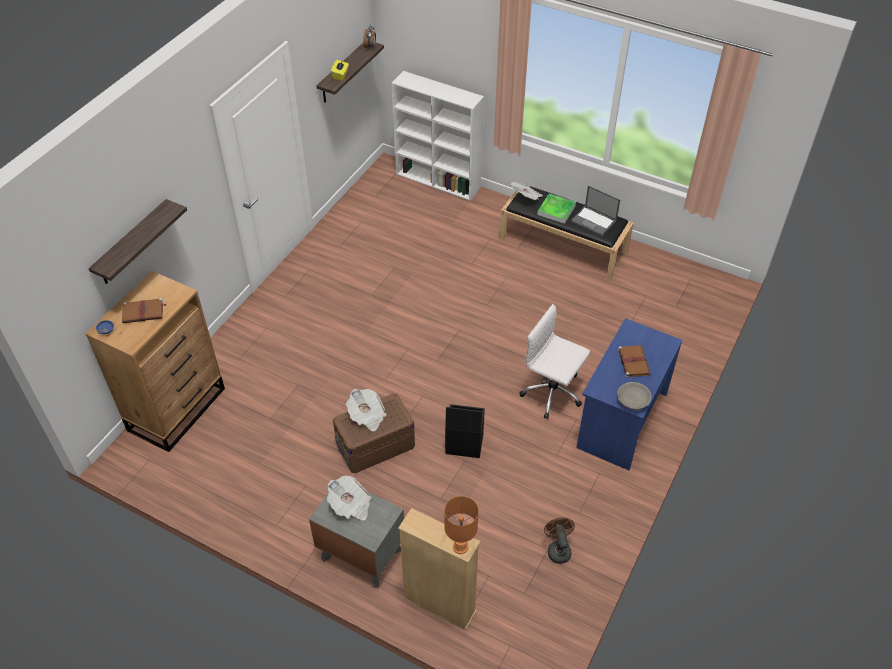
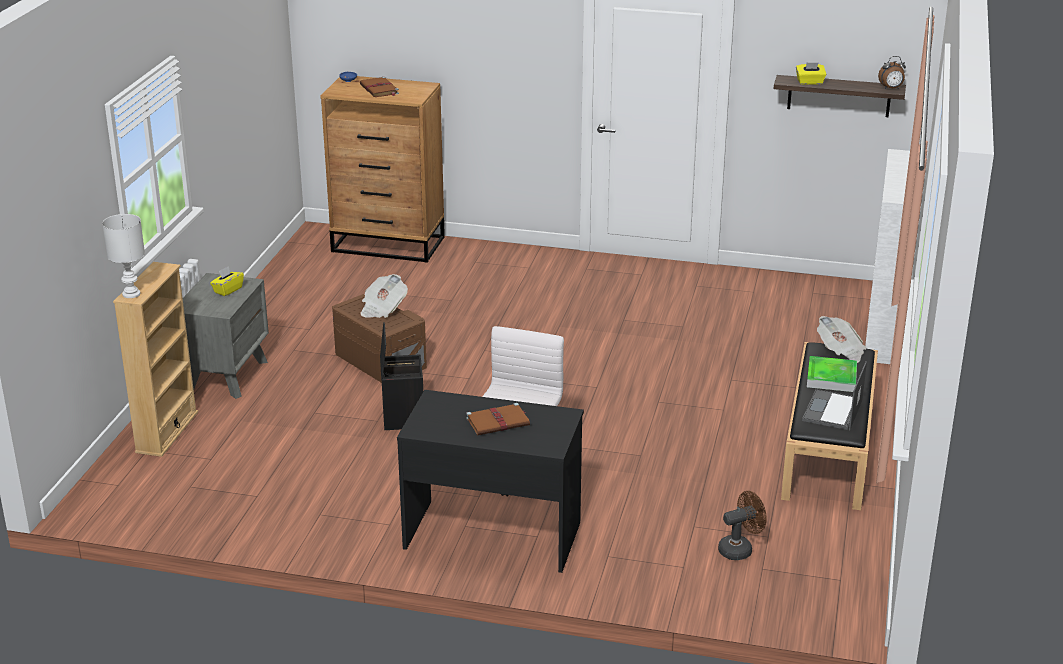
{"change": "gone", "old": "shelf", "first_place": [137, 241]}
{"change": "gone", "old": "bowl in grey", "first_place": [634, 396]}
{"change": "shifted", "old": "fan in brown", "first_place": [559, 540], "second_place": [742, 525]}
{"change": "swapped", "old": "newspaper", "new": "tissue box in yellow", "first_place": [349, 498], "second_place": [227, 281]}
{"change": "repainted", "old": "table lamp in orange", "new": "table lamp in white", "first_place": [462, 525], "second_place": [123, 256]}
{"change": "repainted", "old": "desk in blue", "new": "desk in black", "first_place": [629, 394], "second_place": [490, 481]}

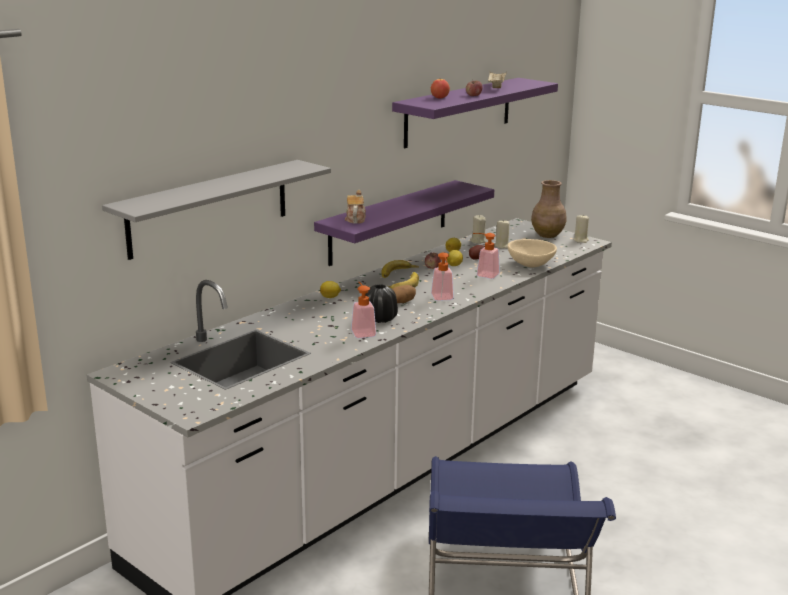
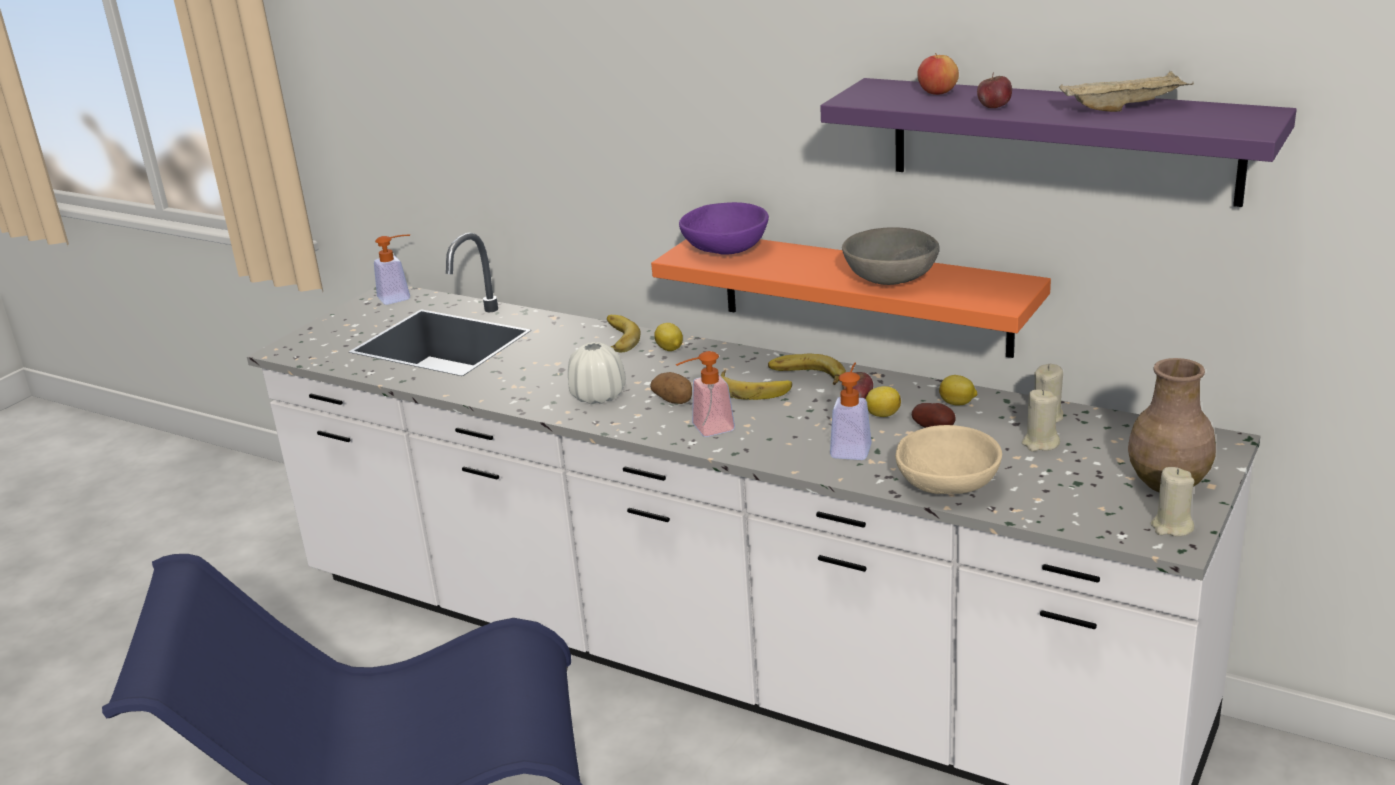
{"change": "gone", "old": "shelf in grey", "first_place": [216, 210]}
{"change": "new", "new": "banana", "second_place": [623, 334]}
{"change": "new", "new": "bowl in grey", "second_place": [891, 256]}
{"change": "shifted", "old": "soap dispenser", "first_place": [363, 310], "second_place": [392, 270]}
{"change": "swapped", "old": "teapot", "new": "bowl in purple", "first_place": [355, 207], "second_place": [724, 228]}
{"change": "repainted", "old": "shelf in purple", "new": "shelf in orange", "first_place": [404, 223], "second_place": [851, 298]}
{"change": "repainted", "old": "vase in black", "new": "vase in white", "first_place": [382, 303], "second_place": [597, 373]}

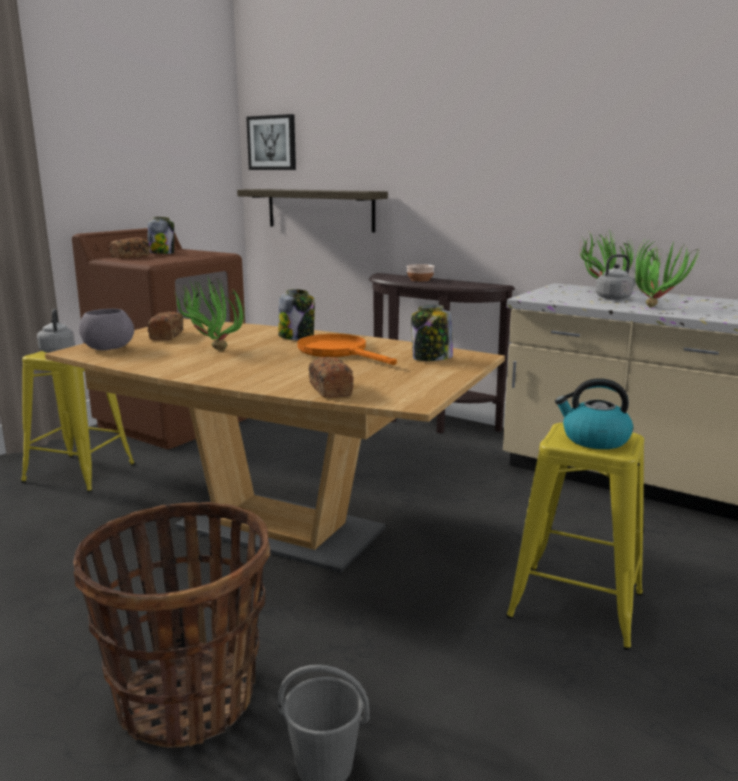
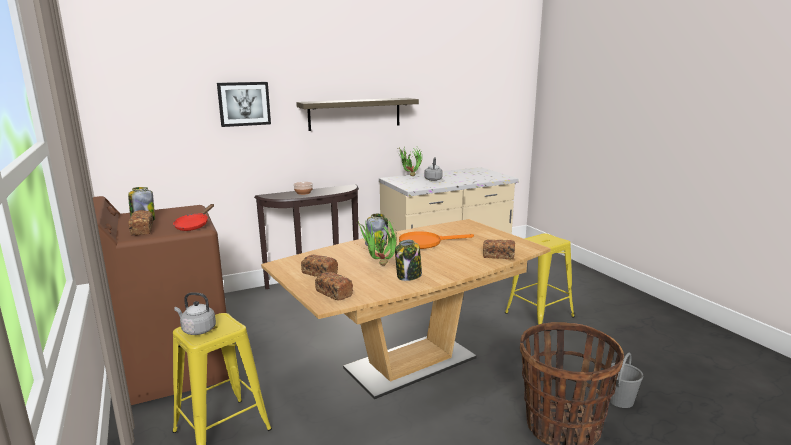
{"change": "gone", "old": "kettle", "first_place": [594, 413]}
{"change": "gone", "old": "potted plant", "first_place": [667, 272]}
{"change": "new", "new": "frying pan in red", "second_place": [193, 217]}
{"change": "shifted", "old": "shelf", "first_place": [312, 210], "second_place": [357, 114]}
{"change": "shifted", "old": "picture", "first_place": [271, 142], "second_place": [244, 104]}
{"change": "shifted", "old": "jar", "first_place": [432, 333], "second_place": [408, 260]}
{"change": "swapped", "old": "bowl in grey", "new": "bread", "first_place": [106, 329], "second_place": [334, 286]}

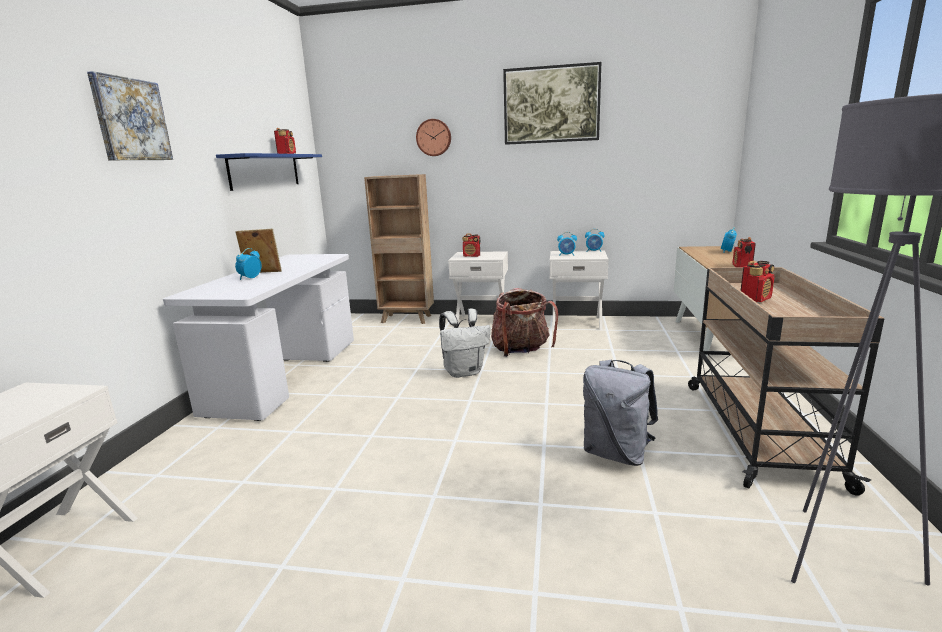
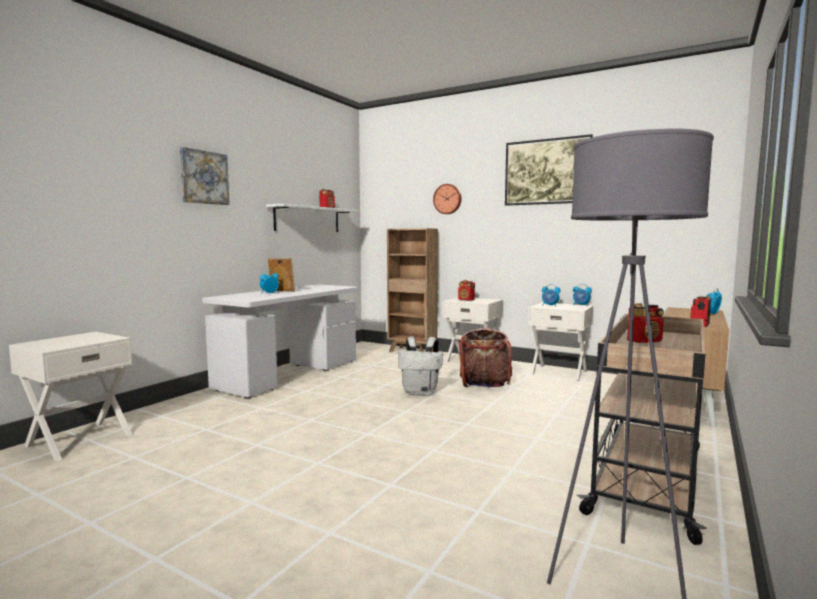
{"change": "gone", "old": "backpack in grey", "first_place": [620, 413]}
{"change": "repainted", "old": "shelf in blue", "new": "shelf in white", "first_place": [269, 172], "second_place": [312, 218]}

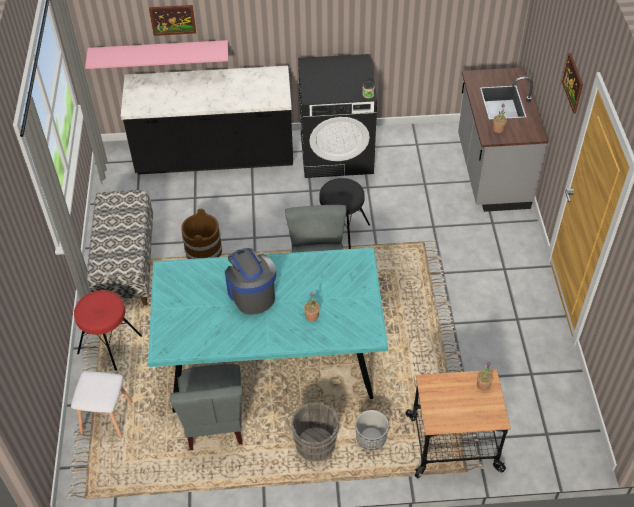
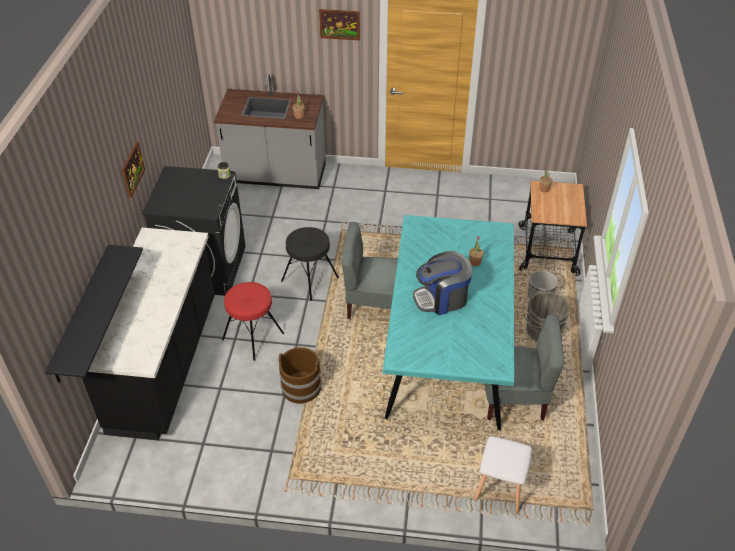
{"change": "gone", "old": "bench", "first_place": [120, 248]}
{"change": "shifted", "old": "stool in red", "first_place": [108, 330], "second_place": [253, 321]}
{"change": "shifted", "old": "picture", "first_place": [172, 20], "second_place": [133, 170]}
{"change": "repainted", "old": "shelf in pink", "new": "shelf in black", "first_place": [156, 54], "second_place": [94, 314]}

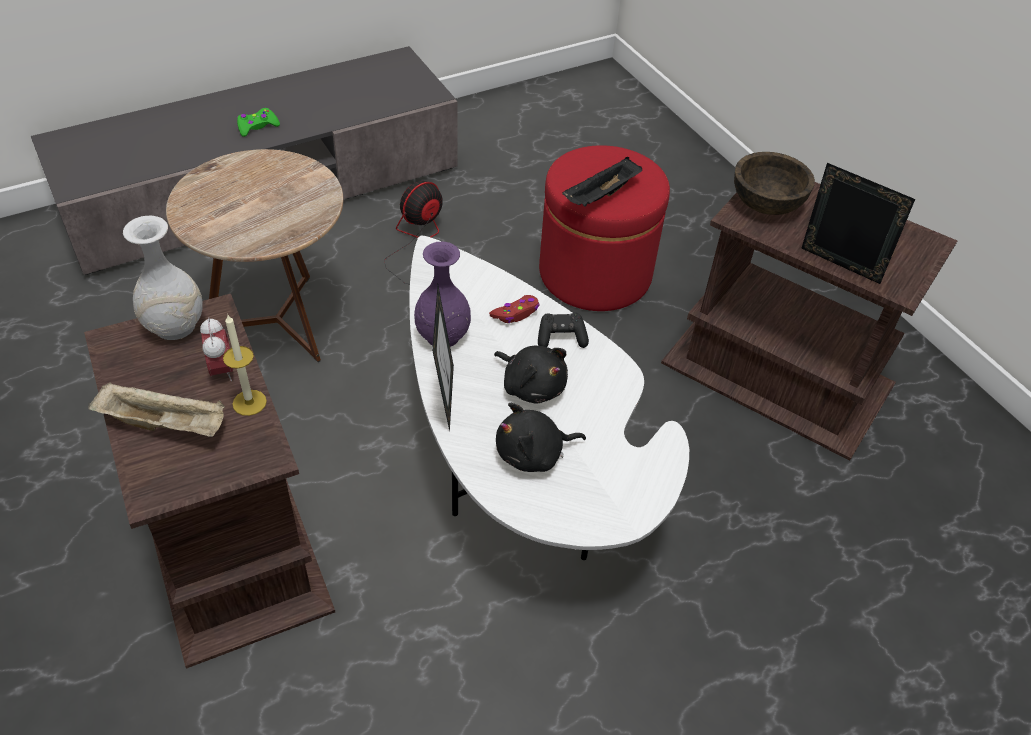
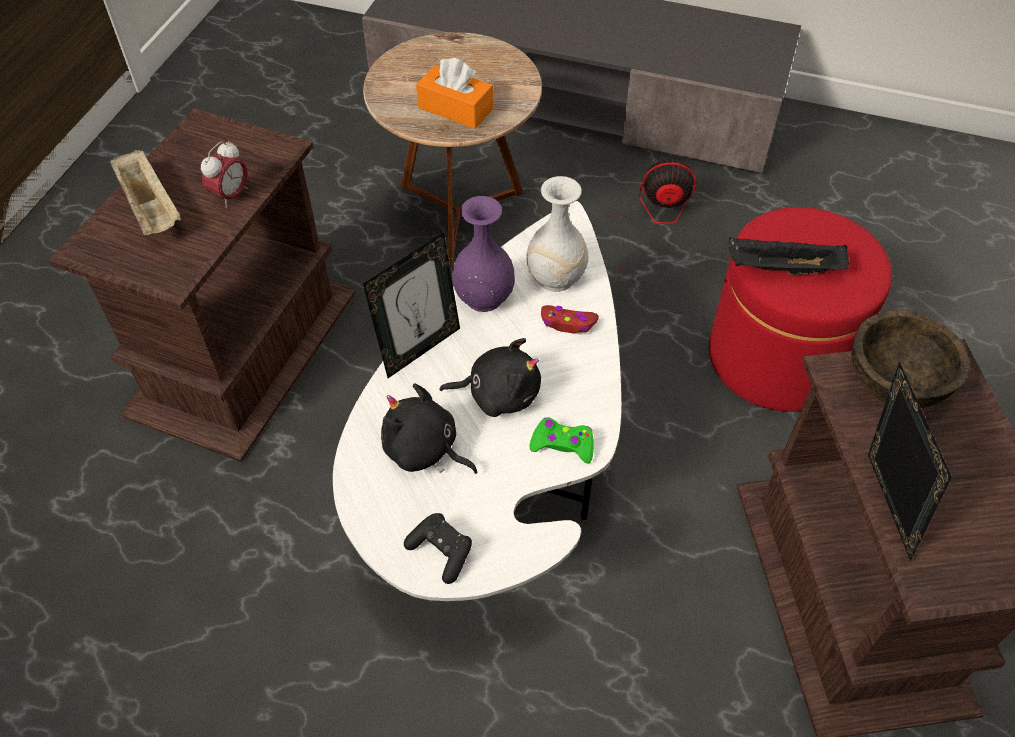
{"change": "gone", "old": "candle", "first_place": [245, 365]}
{"change": "new", "new": "tissue box in orange", "second_place": [454, 93]}
{"change": "shifted", "old": "vase in white", "first_place": [163, 277], "second_place": [557, 234]}
{"change": "shifted", "old": "game controller in green", "first_place": [258, 122], "second_place": [561, 440]}
{"change": "shifted", "old": "game controller in black", "first_place": [563, 330], "second_place": [438, 548]}
{"change": "rotated", "old": "plush toy in black", "first_place": [531, 375], "second_place": [490, 377], "degrees": -90}

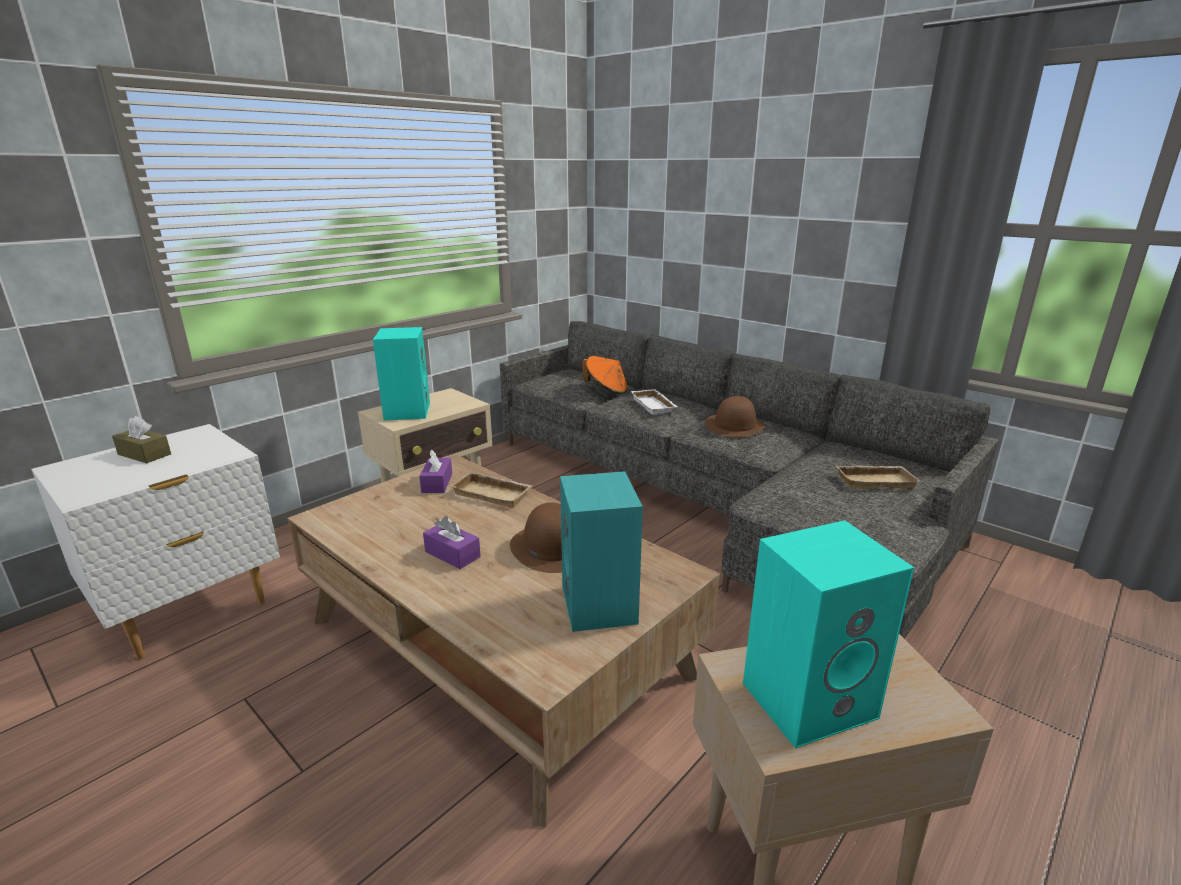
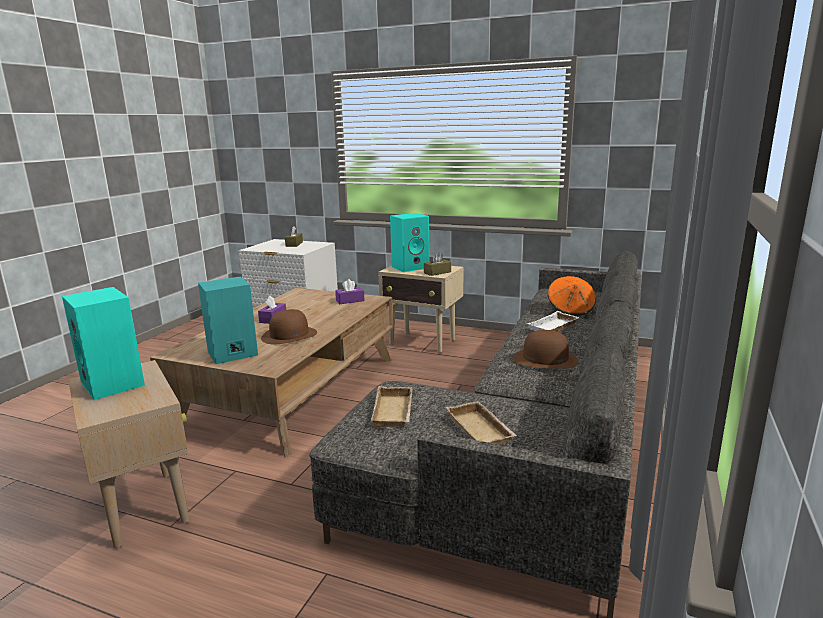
{"change": "new", "new": "tissue box in brown", "second_place": [437, 264]}
{"change": "shifted", "old": "tray in beige", "first_place": [491, 489], "second_place": [392, 407]}

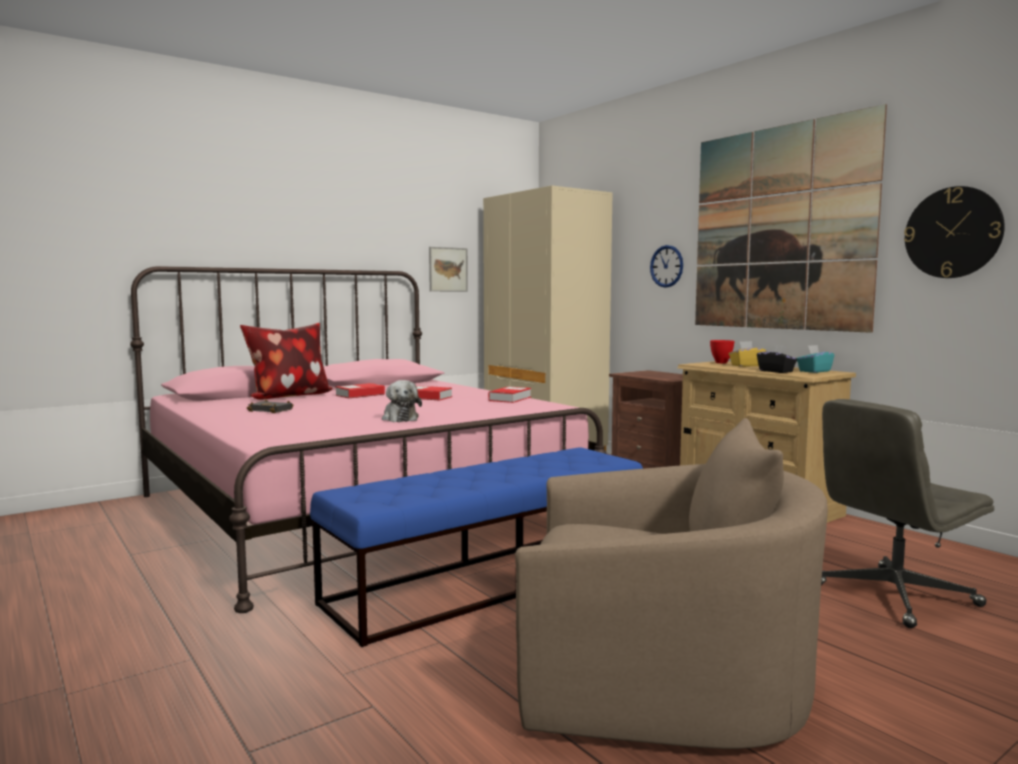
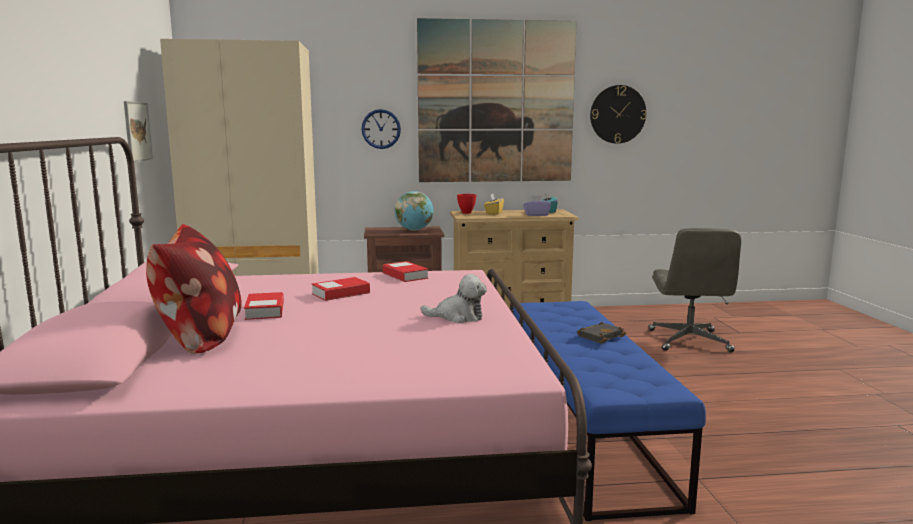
{"change": "gone", "old": "armchair in beige", "first_place": [671, 583]}
{"change": "new", "new": "globe", "second_place": [414, 211]}
{"change": "shifted", "old": "book in black", "first_place": [270, 406], "second_place": [601, 332]}
{"change": "repainted", "old": "tissue box in black", "new": "tissue box in purple", "first_place": [777, 359], "second_place": [537, 205]}

